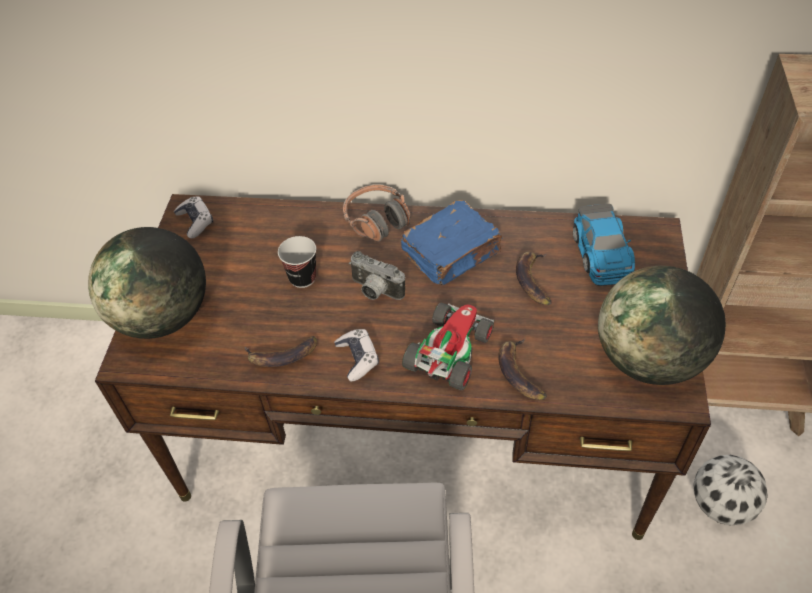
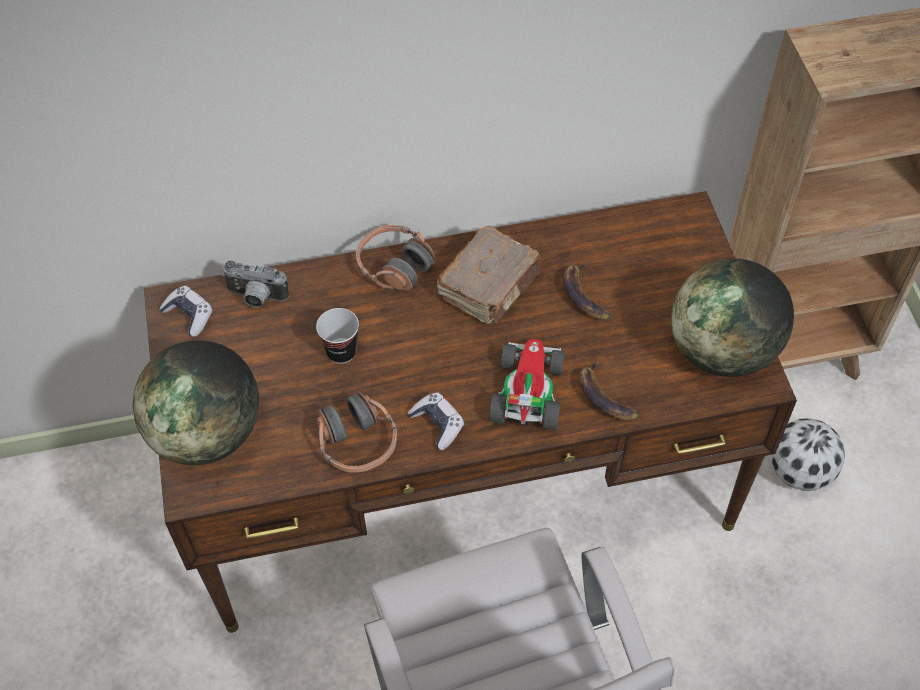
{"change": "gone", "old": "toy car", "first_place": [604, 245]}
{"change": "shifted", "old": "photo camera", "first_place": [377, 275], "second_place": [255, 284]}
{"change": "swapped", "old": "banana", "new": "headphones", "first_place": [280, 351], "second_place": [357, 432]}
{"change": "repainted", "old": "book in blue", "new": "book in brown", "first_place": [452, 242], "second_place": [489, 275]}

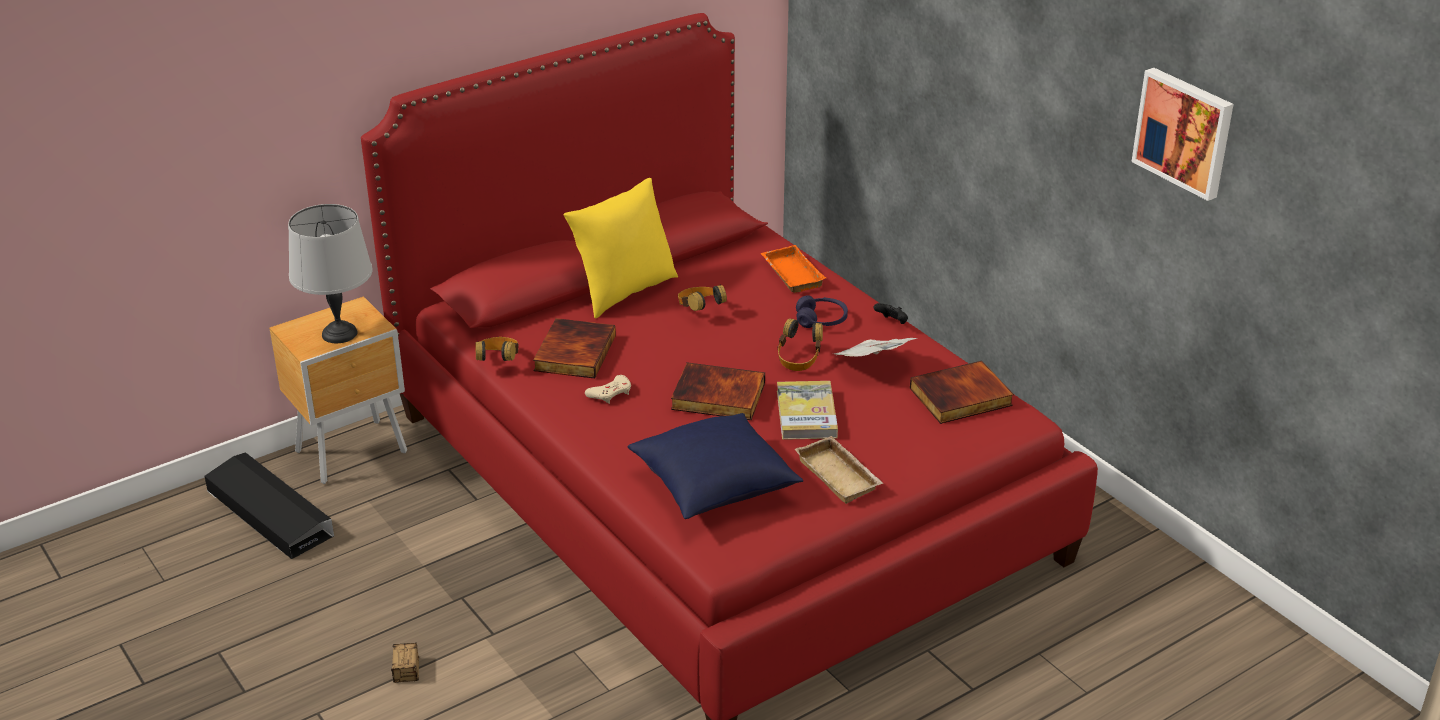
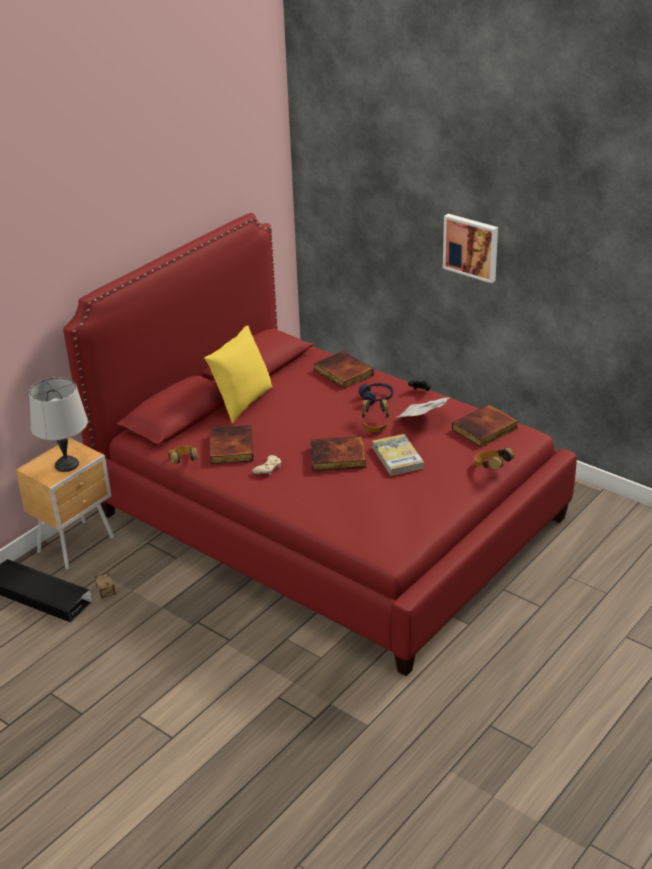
{"change": "gone", "old": "pillow in blue", "first_place": [715, 466]}
{"change": "gone", "old": "tray in beige", "first_place": [839, 470]}
{"change": "shifted", "old": "storage box", "first_place": [405, 663], "second_place": [105, 586]}
{"change": "shifted", "old": "headphones", "first_place": [702, 298], "second_place": [494, 458]}
{"change": "shifted", "old": "picture", "first_place": [1182, 134], "second_place": [470, 248]}
{"change": "swapped", "old": "tray in orange", "new": "book", "first_place": [793, 269], "second_place": [343, 370]}

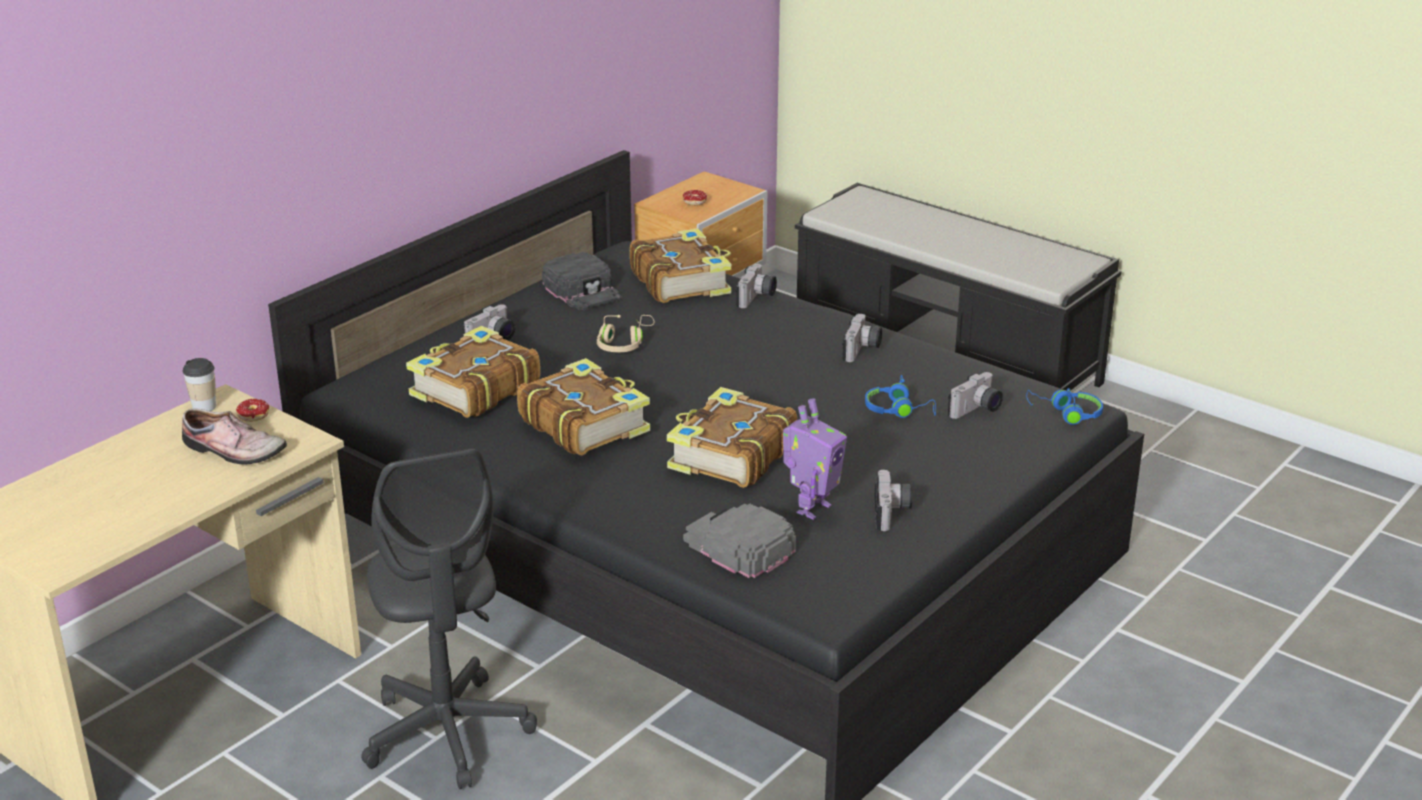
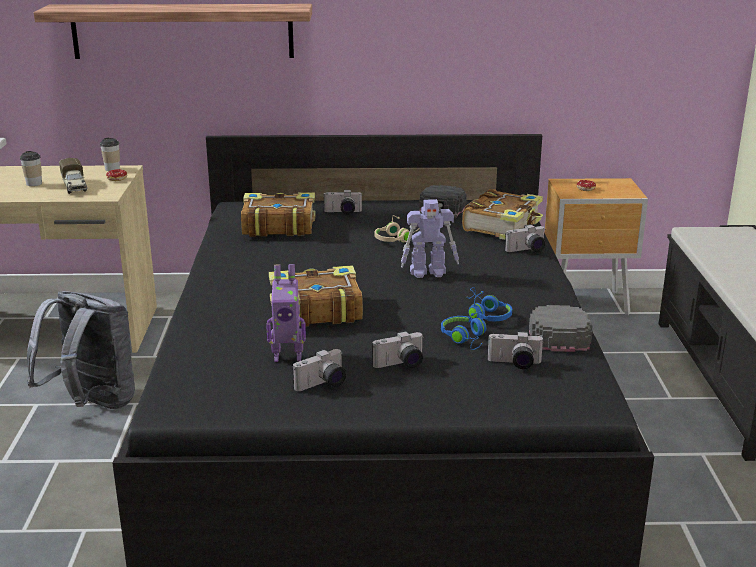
{"change": "gone", "old": "book", "first_place": [583, 407]}
{"change": "new", "new": "cup", "second_place": [31, 168]}
{"change": "new", "new": "shelf", "second_place": [173, 31]}
{"change": "new", "new": "toy robot", "second_place": [430, 238]}
{"change": "shifted", "old": "cap in grey", "first_place": [739, 541], "second_place": [561, 328]}
{"change": "shifted", "old": "photo camera", "first_place": [862, 338], "second_place": [397, 349]}
{"change": "shifted", "old": "headphones in blue", "first_place": [1064, 406], "second_place": [489, 304]}
{"change": "swapped", "old": "shoe", "new": "toy truck", "first_place": [234, 436], "second_place": [73, 176]}
{"change": "swapped", "old": "office chair in grey", "new": "backpack in grey", "first_place": [449, 619], "second_place": [81, 350]}

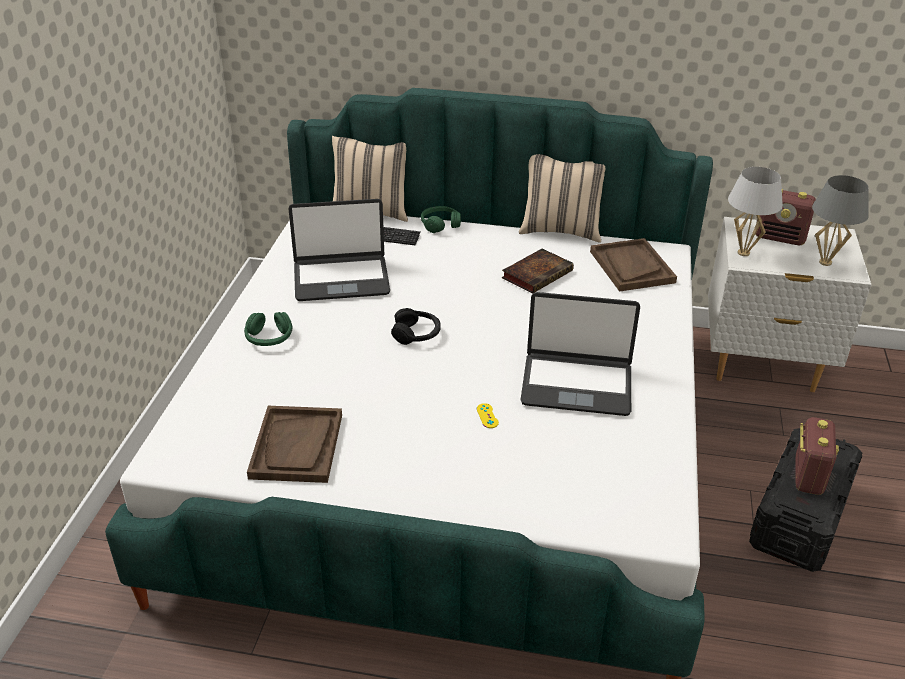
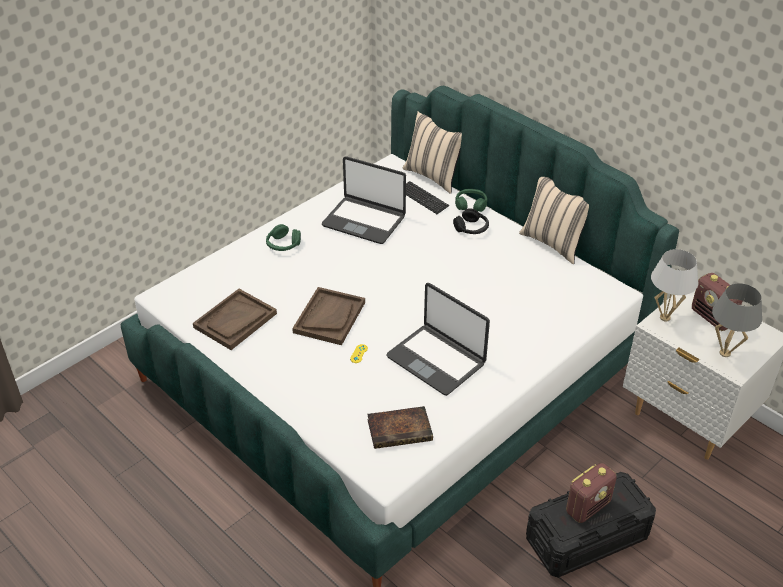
{"change": "shifted", "old": "headphones in black", "first_place": [416, 326], "second_place": [471, 221]}
{"change": "shifted", "old": "book", "first_place": [538, 271], "second_place": [400, 427]}
{"change": "shifted", "old": "tray in brown", "first_place": [633, 265], "second_place": [328, 316]}

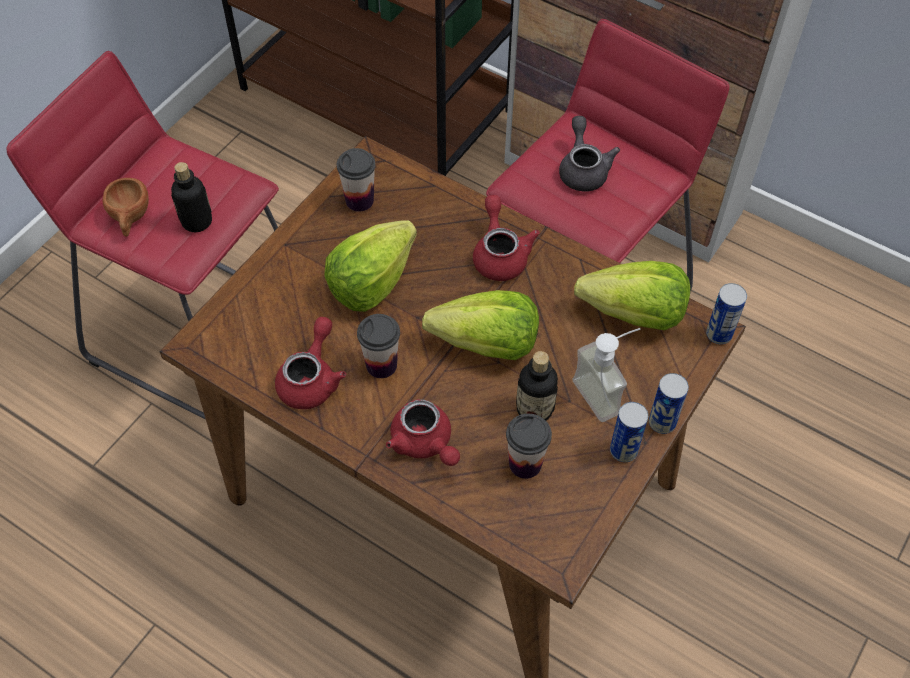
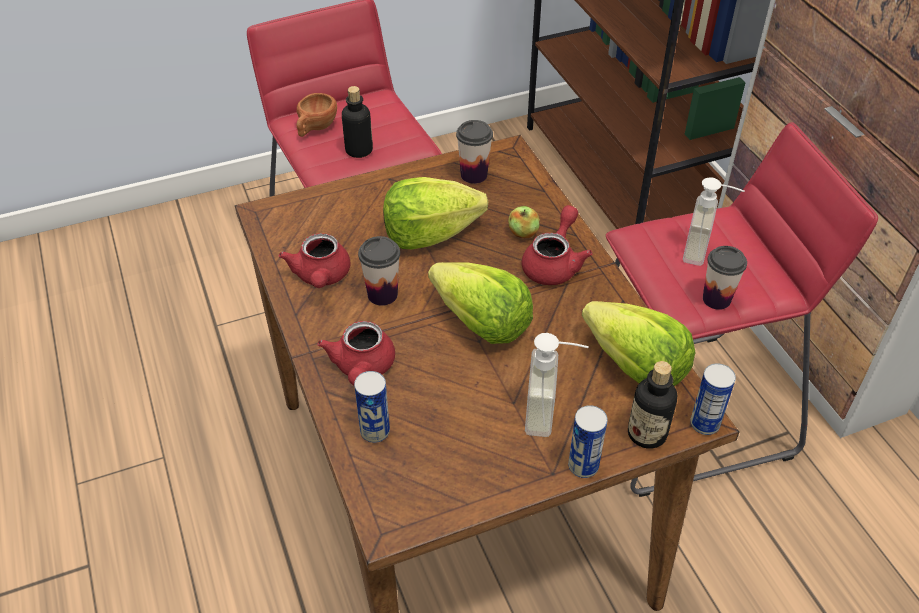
{"change": "new", "new": "apple", "second_place": [524, 222]}
{"change": "shifted", "old": "cup", "first_place": [529, 446], "second_place": [725, 278]}
{"change": "shifted", "old": "bottle", "first_place": [537, 385], "second_place": [652, 405]}
{"change": "shifted", "old": "can", "first_place": [629, 432], "second_place": [372, 407]}
{"change": "swapped", "old": "teapot in grey", "new": "soap dispenser", "first_place": [589, 154], "second_place": [713, 221]}
{"change": "rotated", "old": "teapot in red", "first_place": [310, 363], "second_place": [314, 260], "degrees": 120}

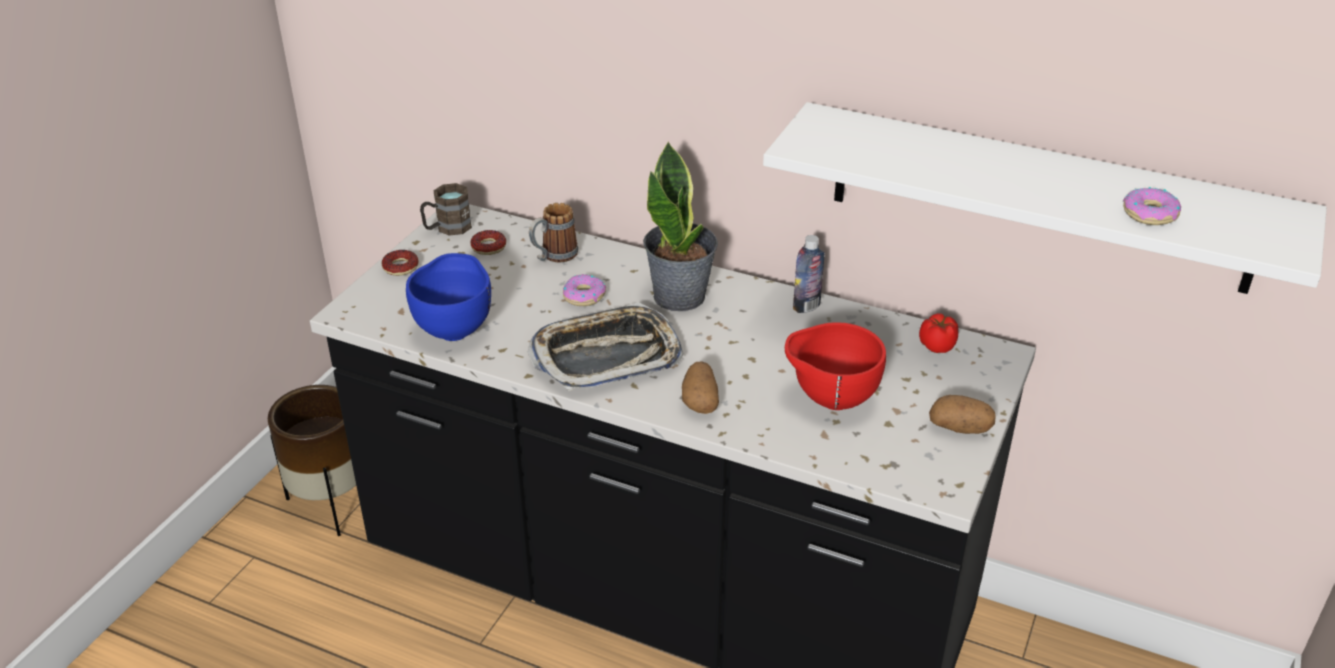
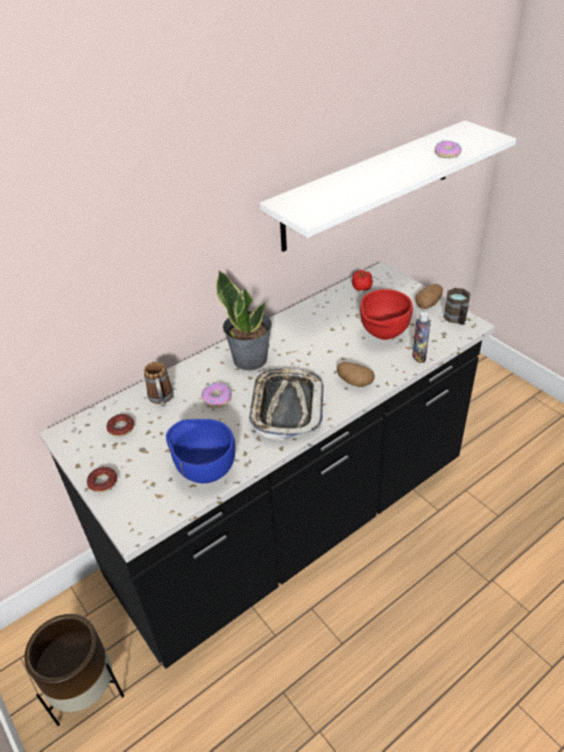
{"change": "shifted", "old": "mug in brown", "first_place": [446, 209], "second_place": [457, 306]}
{"change": "shifted", "old": "bottle", "first_place": [809, 274], "second_place": [421, 337]}

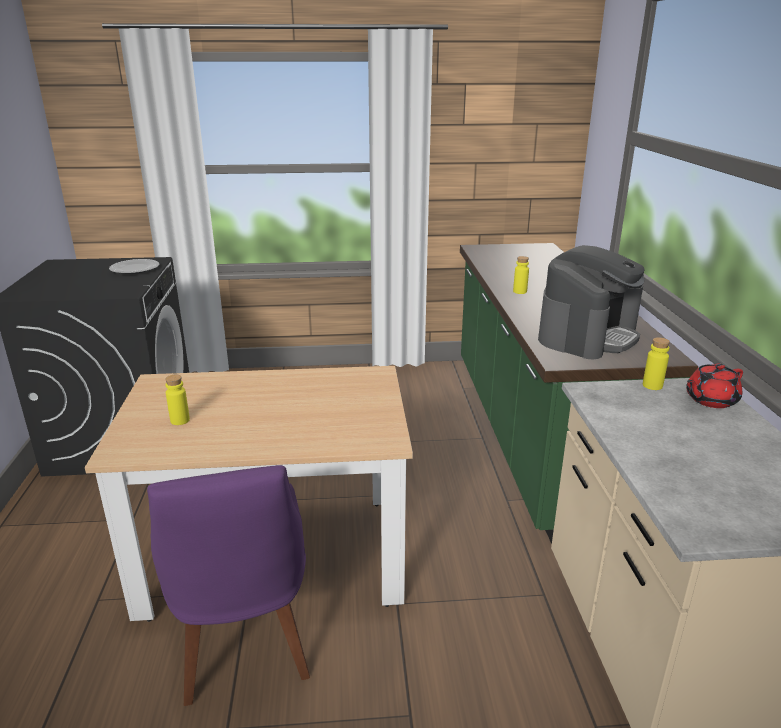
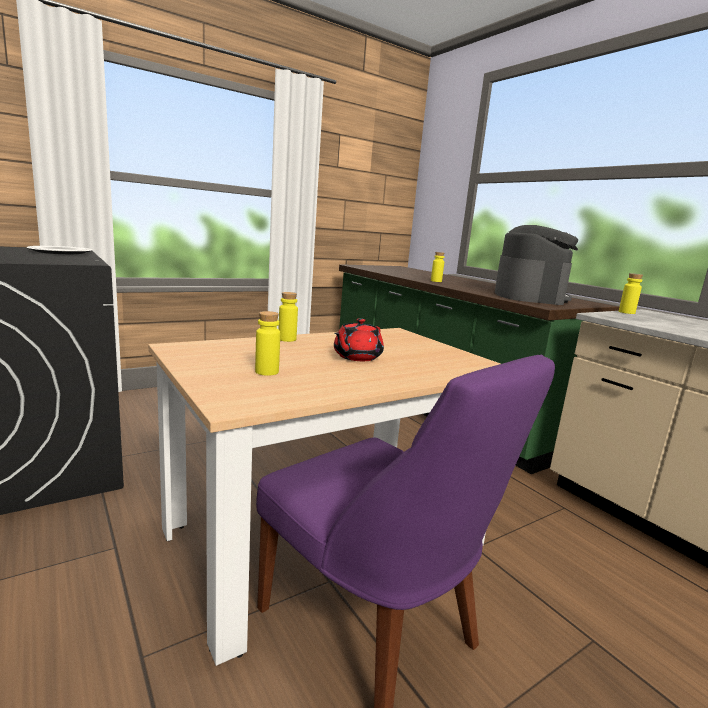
{"change": "new", "new": "bottle in yellow", "second_place": [288, 317]}
{"change": "shifted", "old": "teapot in red", "first_place": [714, 385], "second_place": [359, 339]}

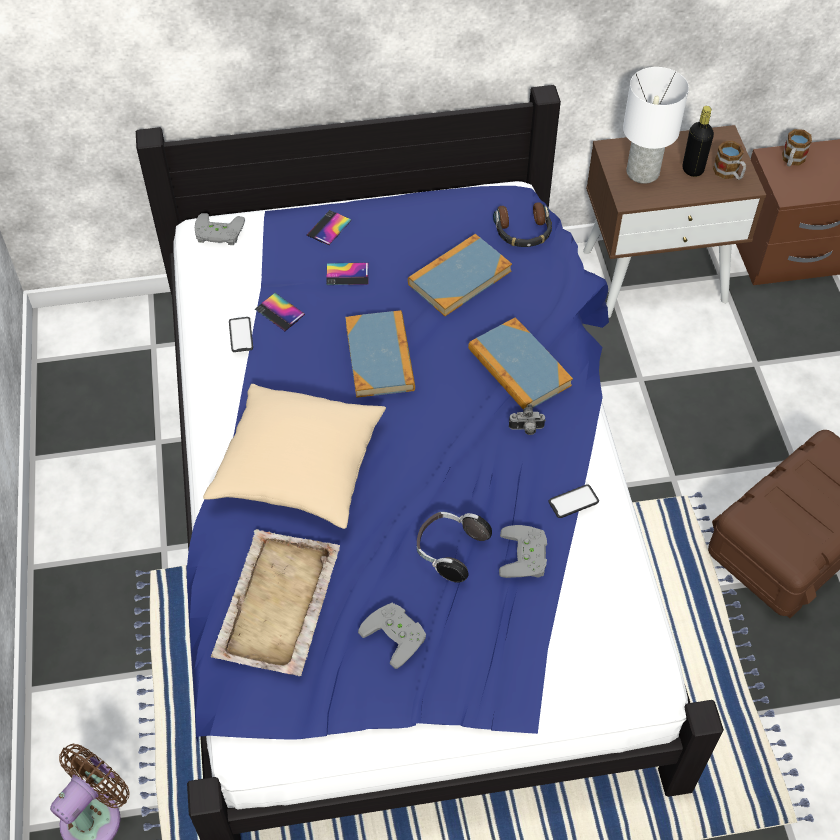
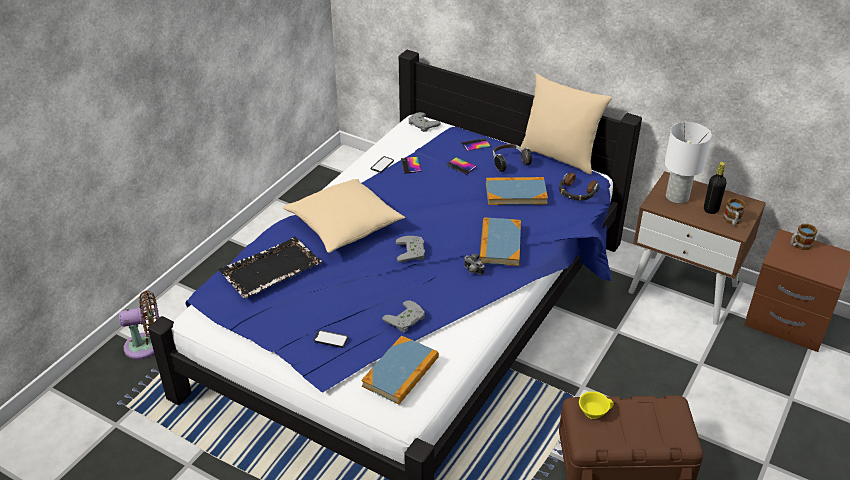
{"change": "new", "new": "pillow in beige", "second_place": [566, 124]}
{"change": "new", "new": "cup in yellow", "second_place": [596, 405]}
{"change": "shifted", "old": "book", "first_place": [380, 354], "second_place": [400, 370]}
{"change": "shifted", "old": "game controller in grey", "first_place": [392, 636], "second_place": [410, 249]}
{"change": "shifted", "old": "headphones", "first_place": [454, 547], "second_place": [512, 158]}
{"change": "shifted", "old": "phone", "first_place": [573, 501], "second_place": [331, 339]}
{"change": "repainted", "old": "tray in beige", "new": "tray in black", "first_place": [275, 602], "second_place": [270, 267]}

